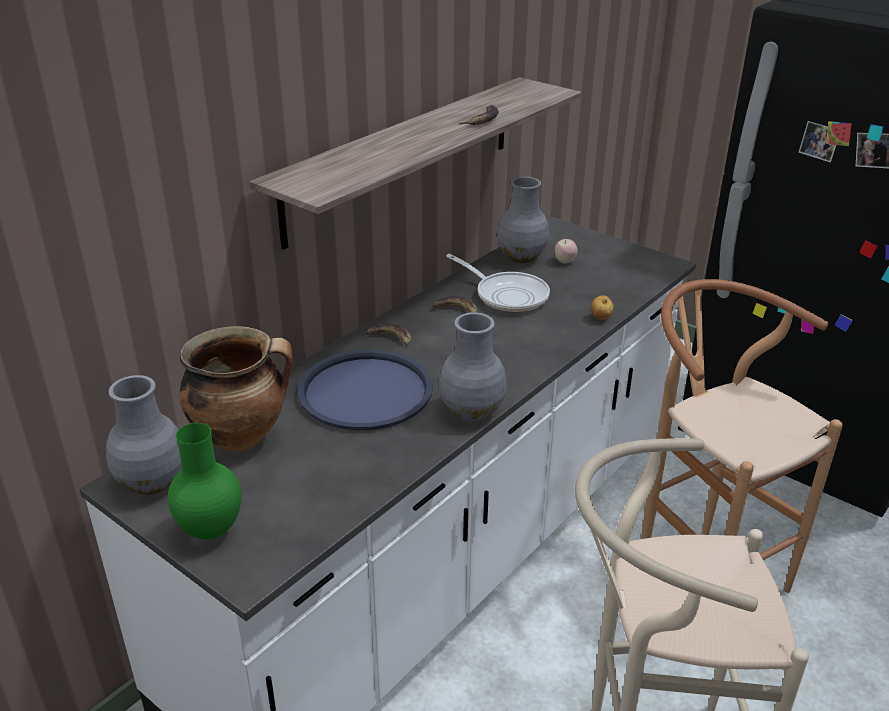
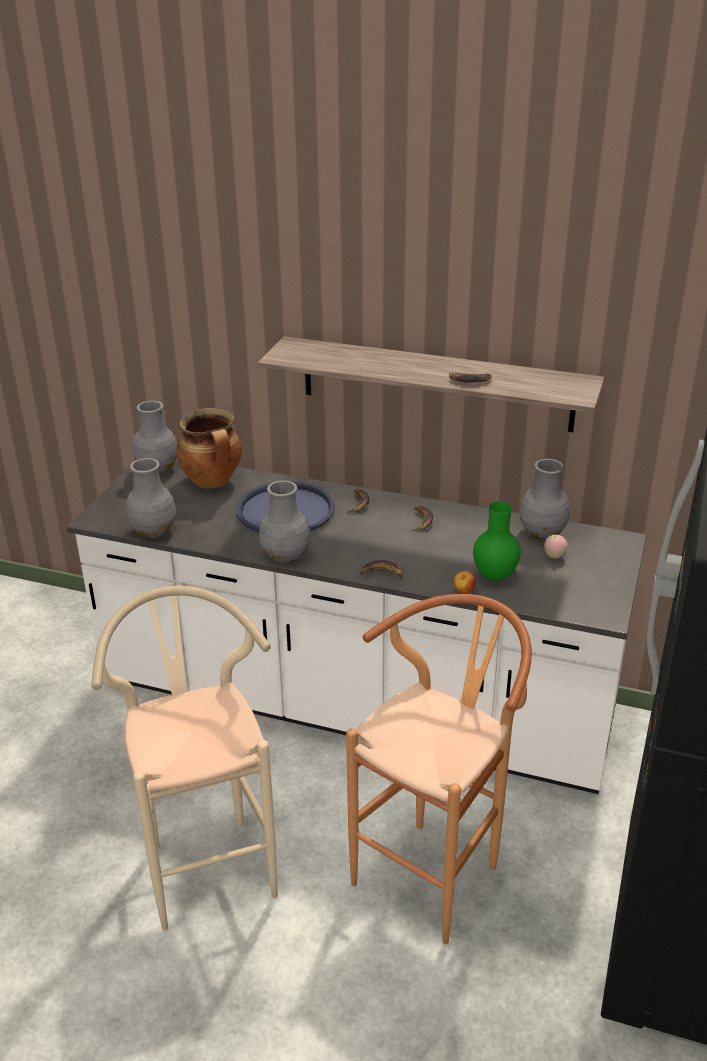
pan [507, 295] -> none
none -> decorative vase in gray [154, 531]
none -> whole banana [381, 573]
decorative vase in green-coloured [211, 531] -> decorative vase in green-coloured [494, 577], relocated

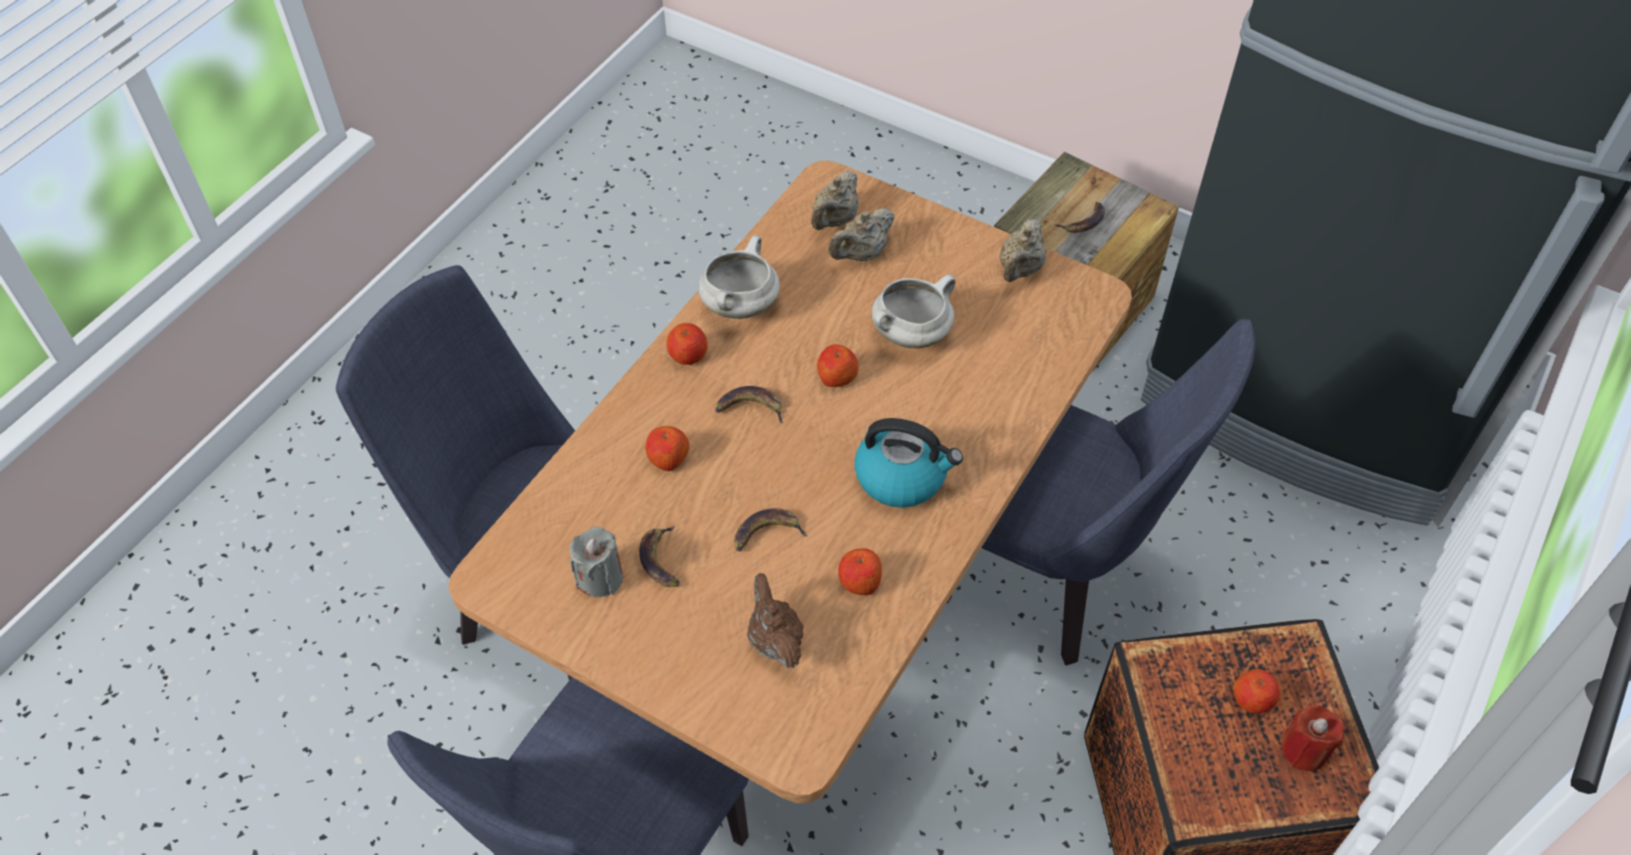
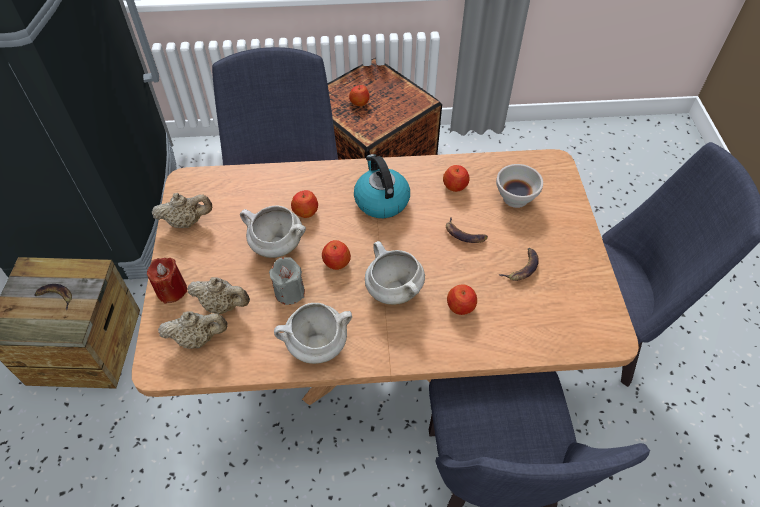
wax candle in gray [600, 577] -> wax candle in gray [289, 292], relocated
whole apple [688, 355] -> whole apple [305, 211], relocated
wax candle in reddish [1304, 750] -> wax candle in reddish [171, 290], relocated
whole banana [749, 408] -> cooking pot in whitish [393, 290]
teapot in brownish [774, 640] -> bowl in whitish [515, 199]

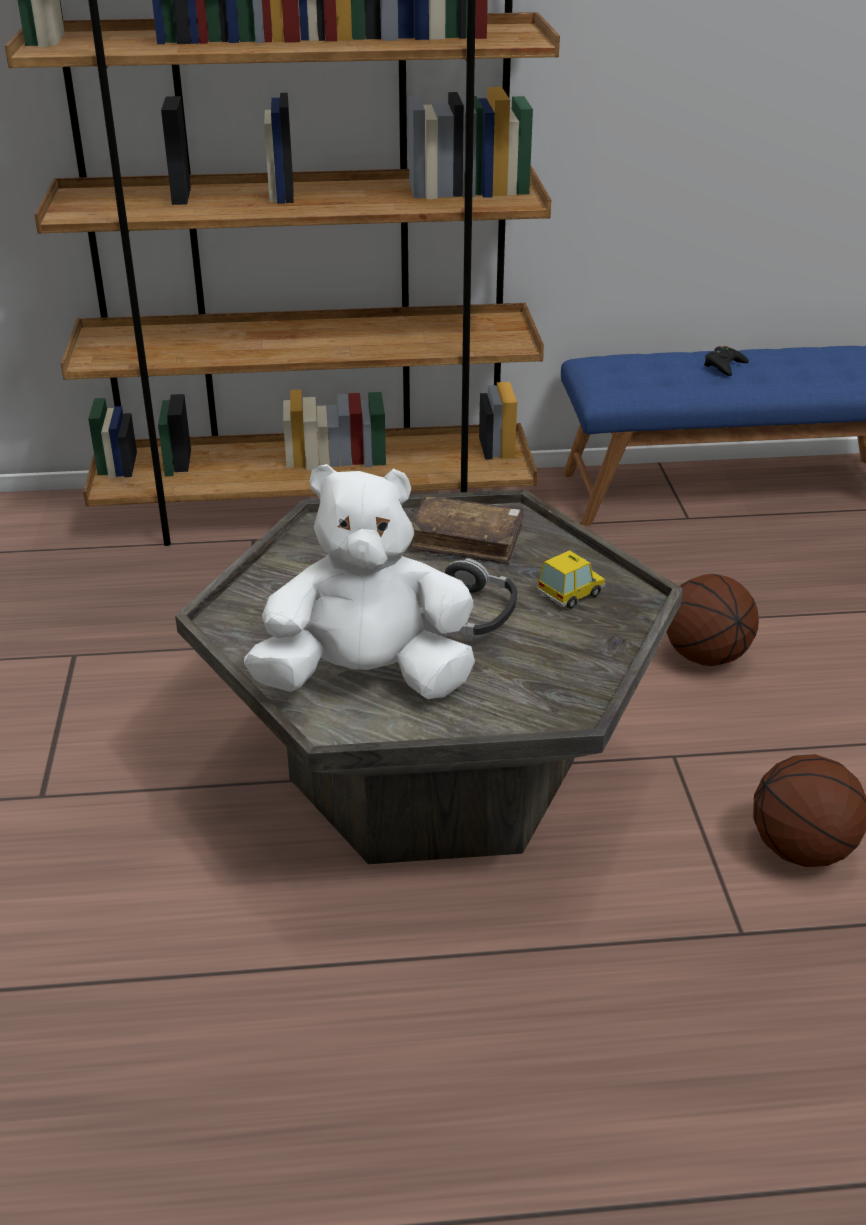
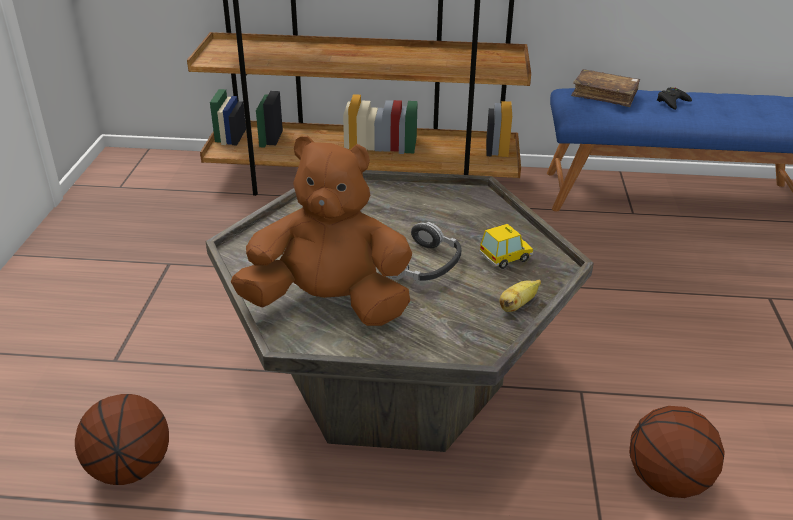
none -> whole banana [517, 305]
book in brownish [466, 541] -> book in brownish [604, 95], relocated
basketball ball [704, 656] -> basketball ball [130, 467], relocated
plush toy in whitish [366, 679] -> plush toy in brownish [329, 304]

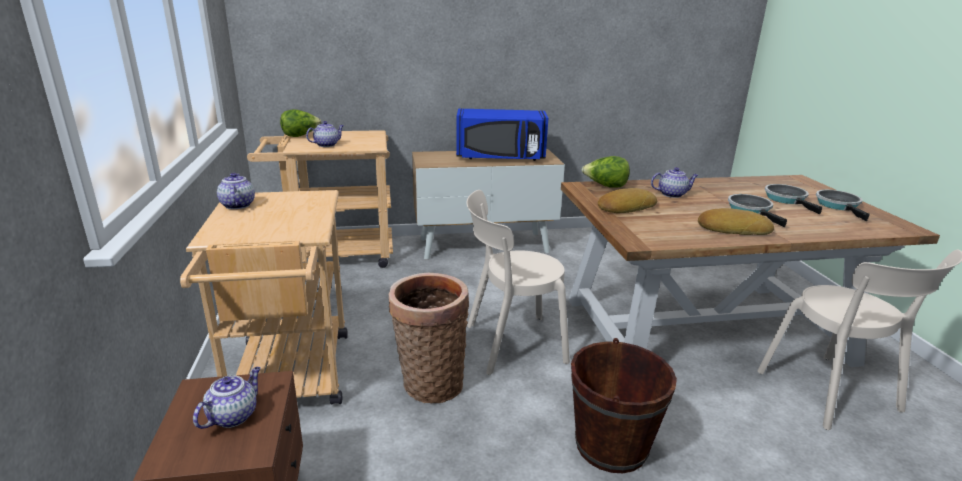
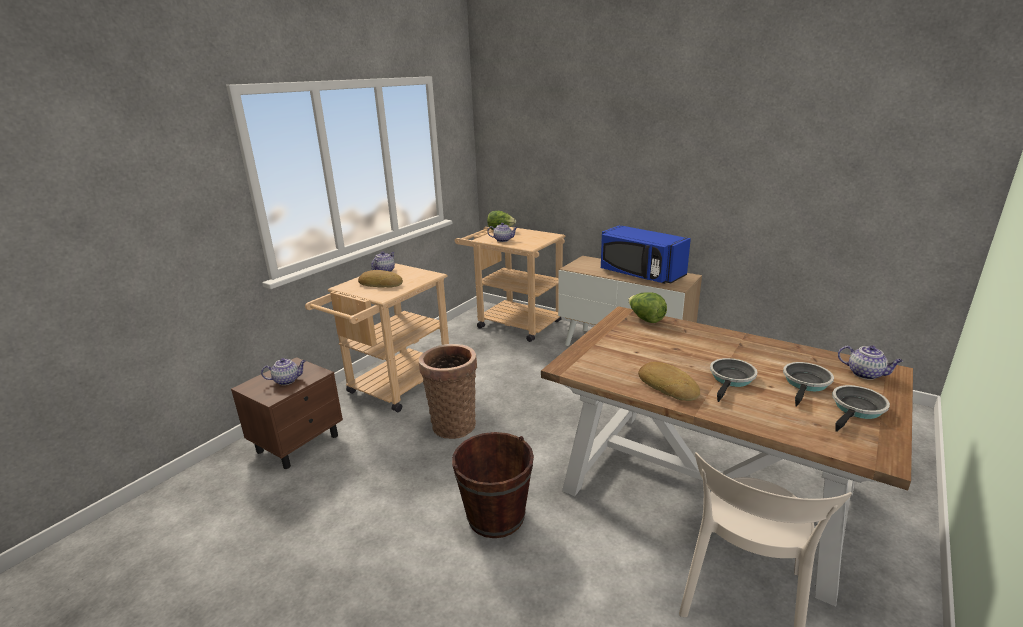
plain chair in beige [510, 344] -> none
baked bread [625, 207] -> baked bread [381, 283], relocated
teapot [672, 194] -> teapot [866, 374], relocated

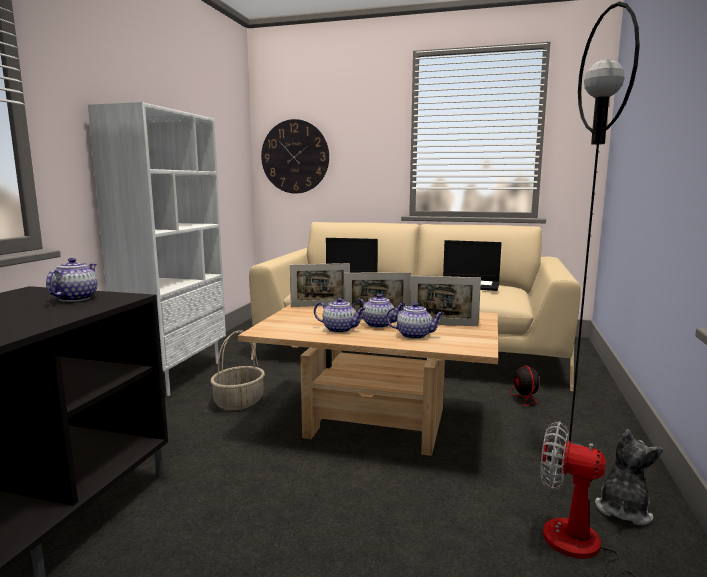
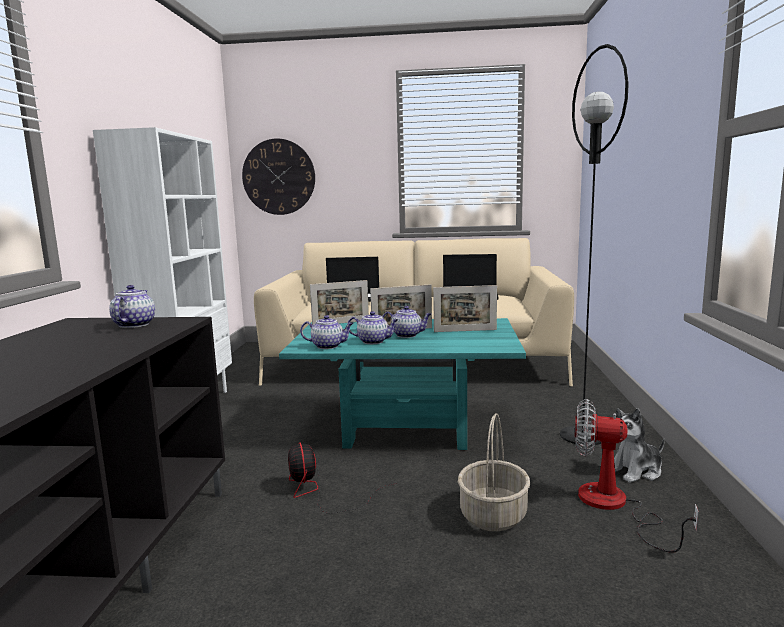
household basket [239, 402] -> household basket [493, 515], relocated
teapot [415, 335] -> teapot [328, 346], relocated
fan [541, 405] -> fan [321, 492], relocated
low table in beige [376, 422] -> low table in blue-green [407, 428]
plush toy [623, 509] -> plush toy [636, 471], 135 degrees counterclockwise

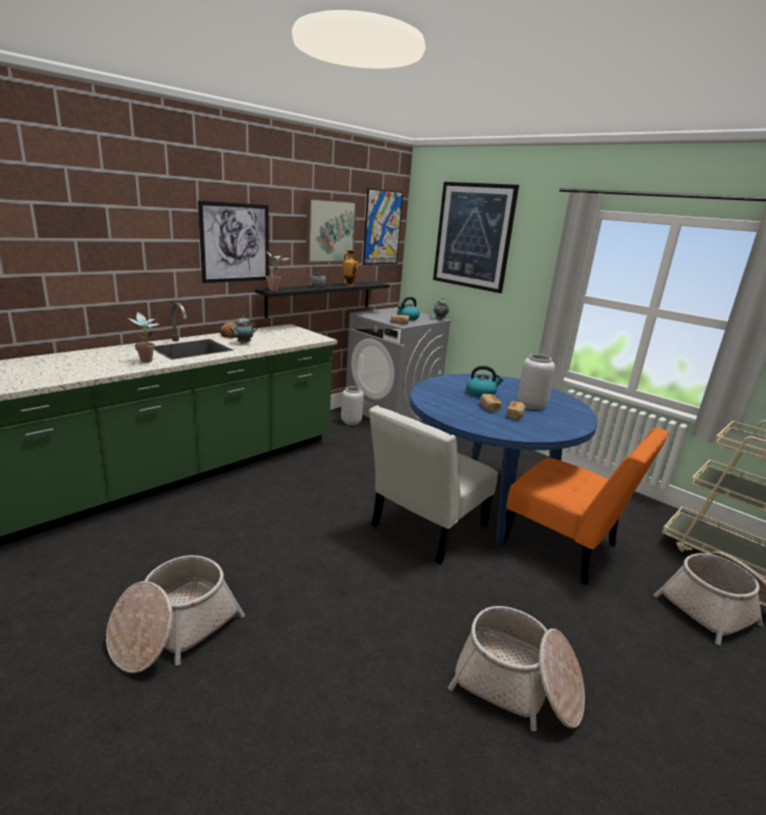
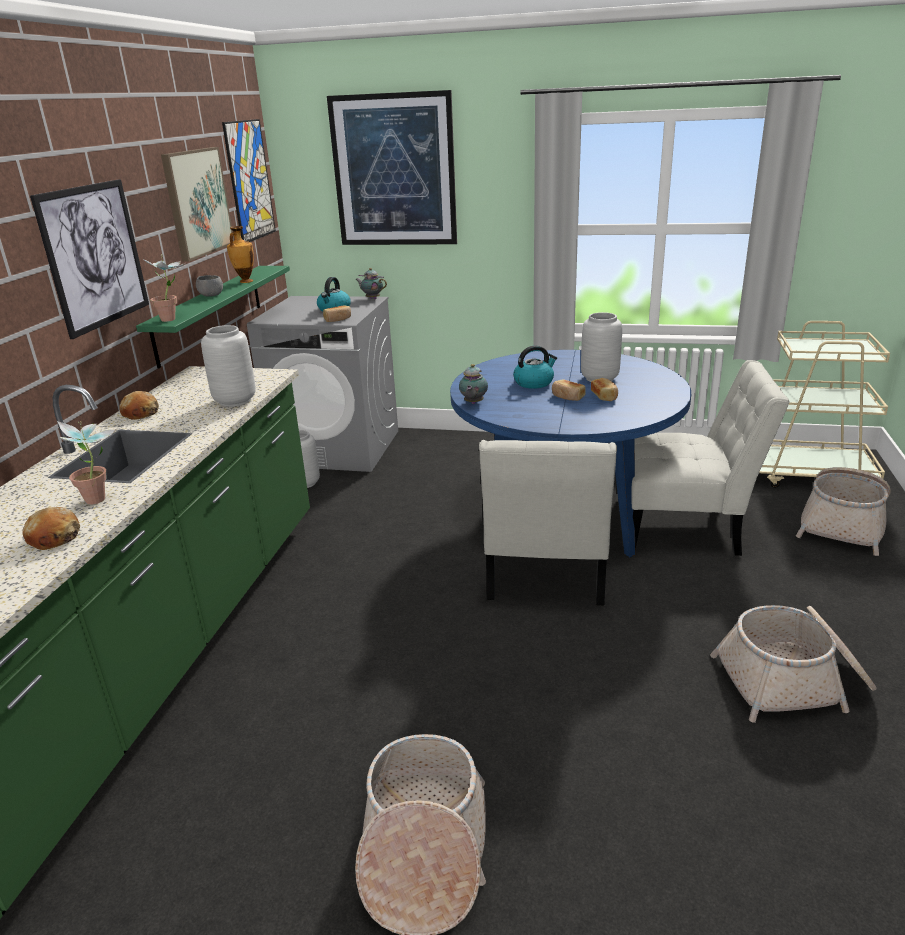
none -> baked bread [54, 537]
none -> decorative vase in gray [234, 401]
teapot [243, 343] -> teapot [473, 403], relocated
wall shelf in blackish [320, 298] -> wall shelf in green-coloured [210, 313]
plain chair in orange [565, 547] -> plain chair in whitish [685, 527]

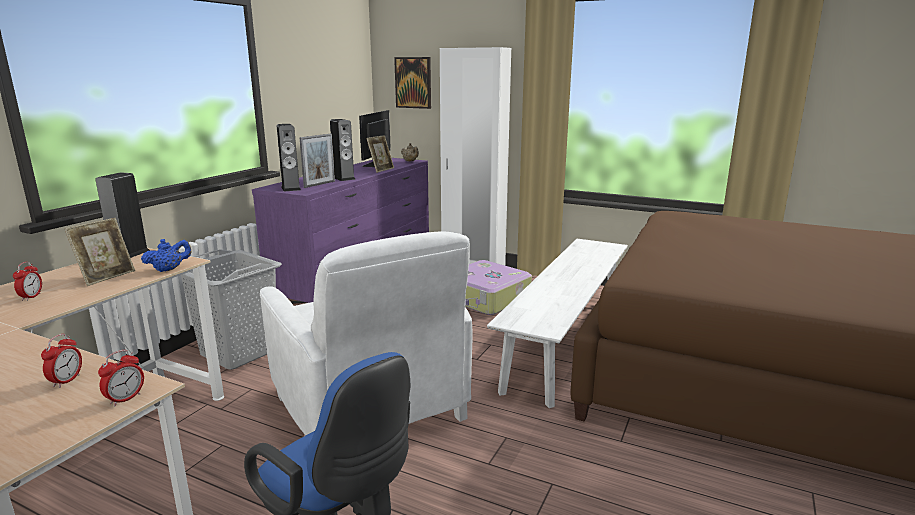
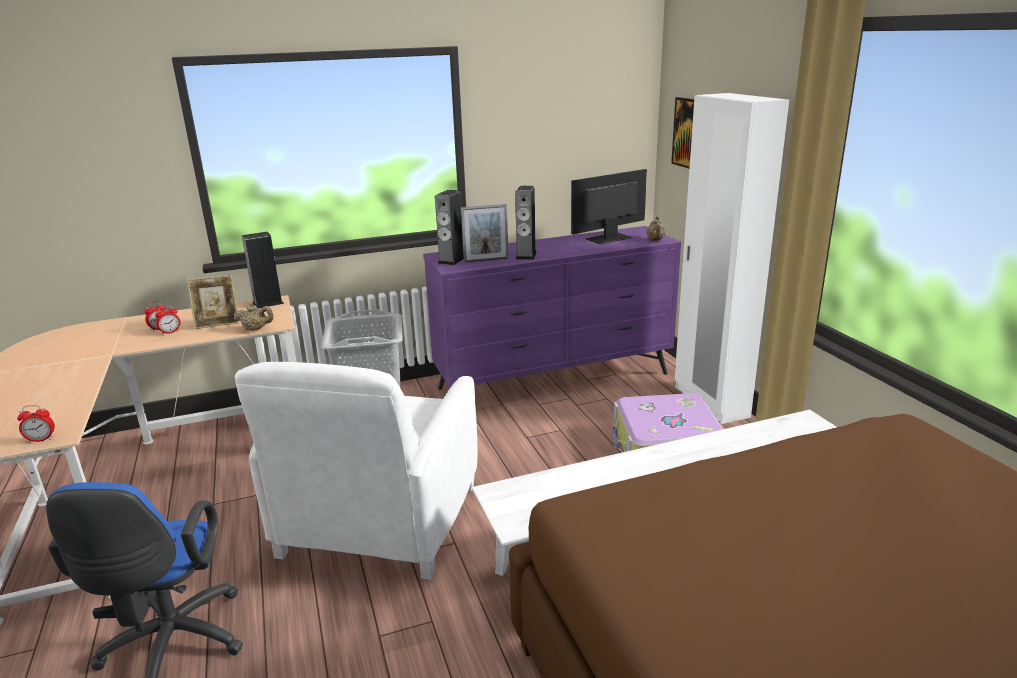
photo frame [381, 170] -> none
alarm clock [66, 381] -> alarm clock [170, 332], relocated
teapot in blue-coloured [169, 269] -> teapot in beige [256, 329]

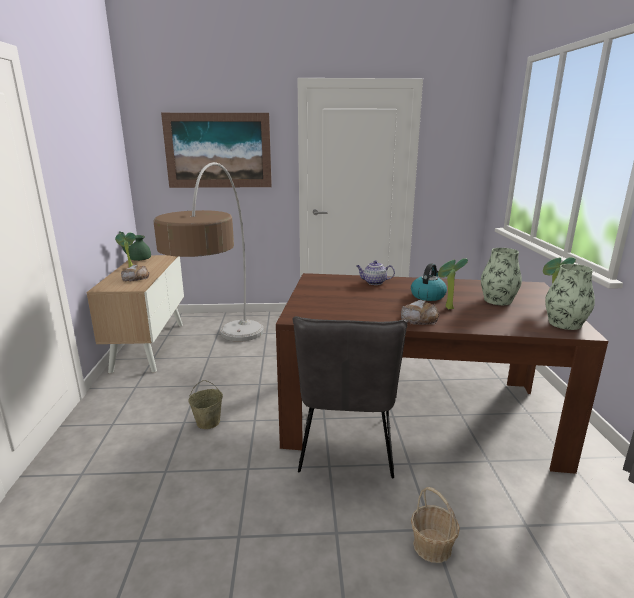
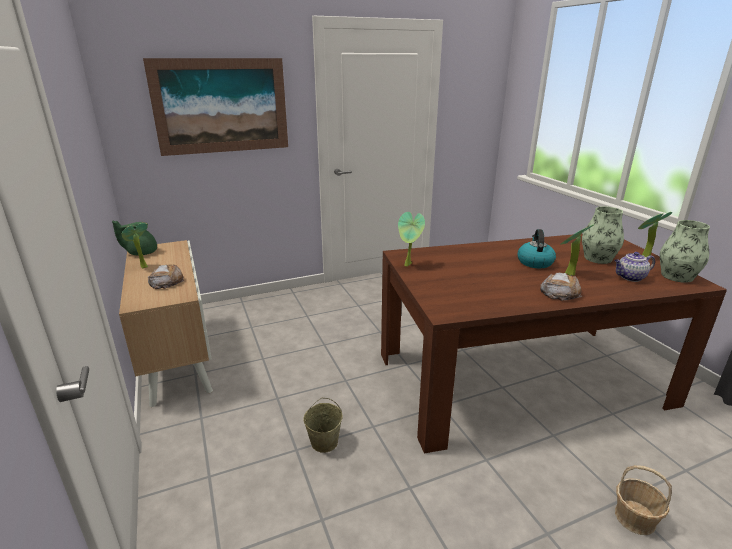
floor lamp [224, 360] -> none
plain chair in gray [346, 448] -> none
none -> potted plant [409, 265]
teapot [374, 282] -> teapot [630, 277], relocated

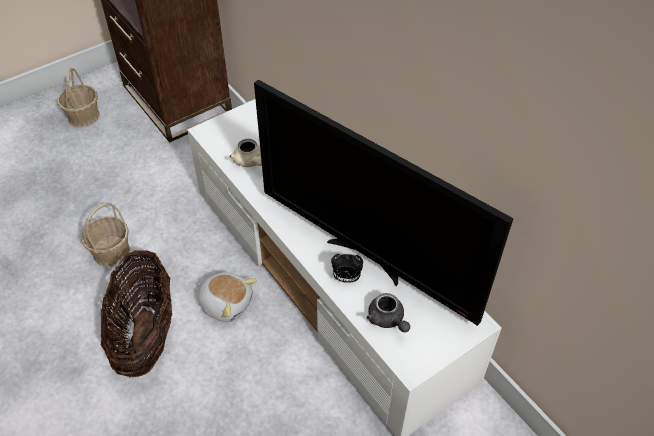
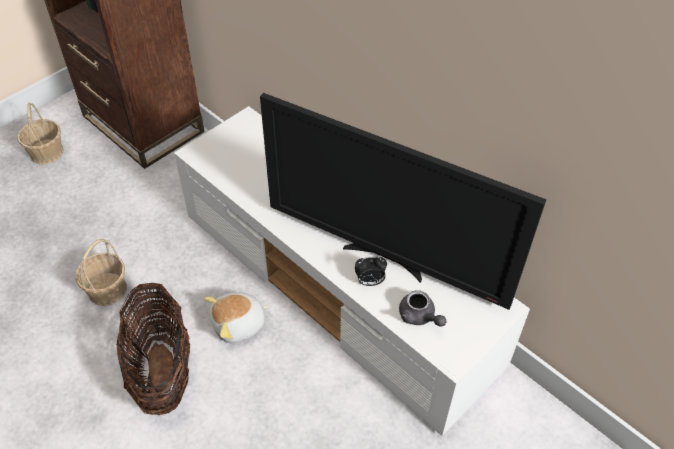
teapot in beige [250, 162] -> none
plush toy [226, 303] -> plush toy [239, 325], 135 degrees clockwise

